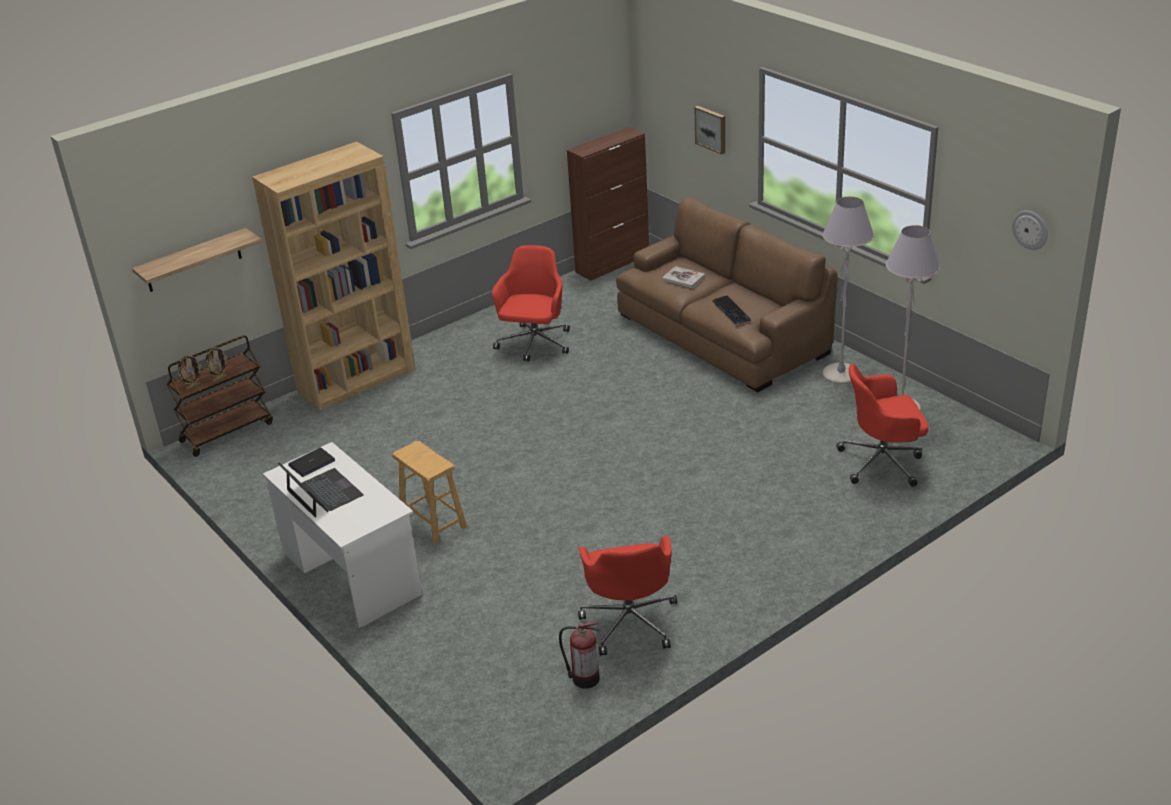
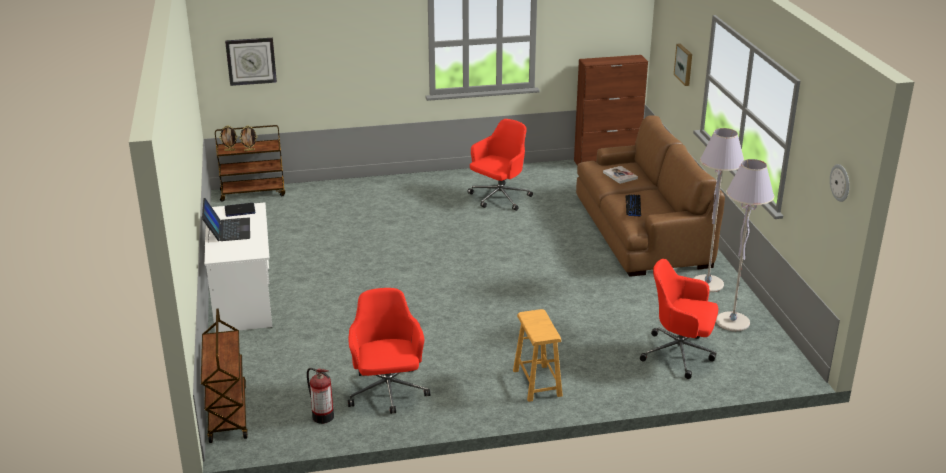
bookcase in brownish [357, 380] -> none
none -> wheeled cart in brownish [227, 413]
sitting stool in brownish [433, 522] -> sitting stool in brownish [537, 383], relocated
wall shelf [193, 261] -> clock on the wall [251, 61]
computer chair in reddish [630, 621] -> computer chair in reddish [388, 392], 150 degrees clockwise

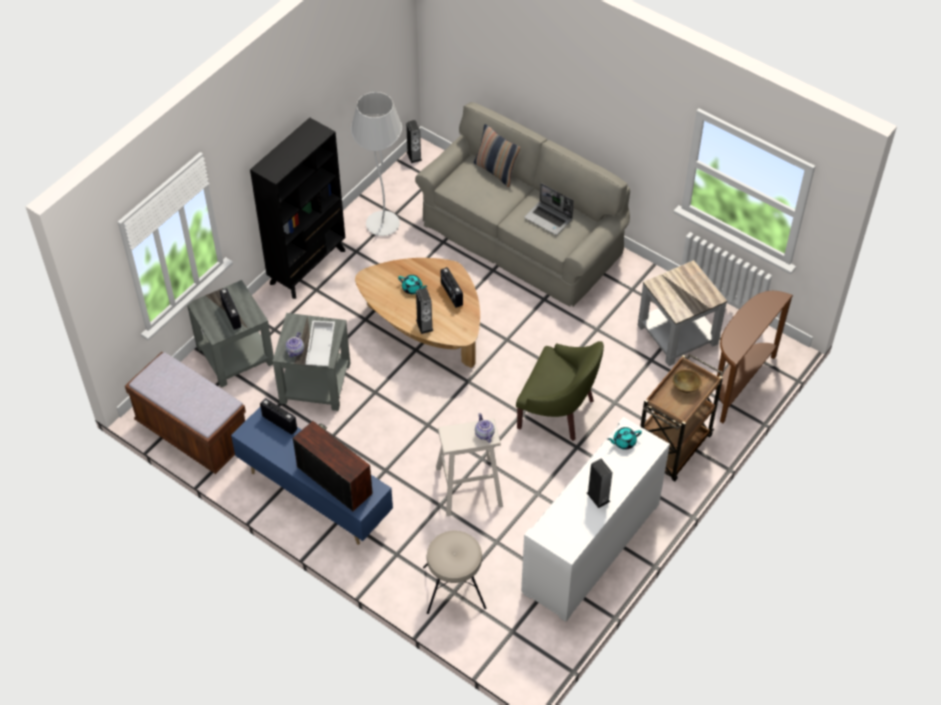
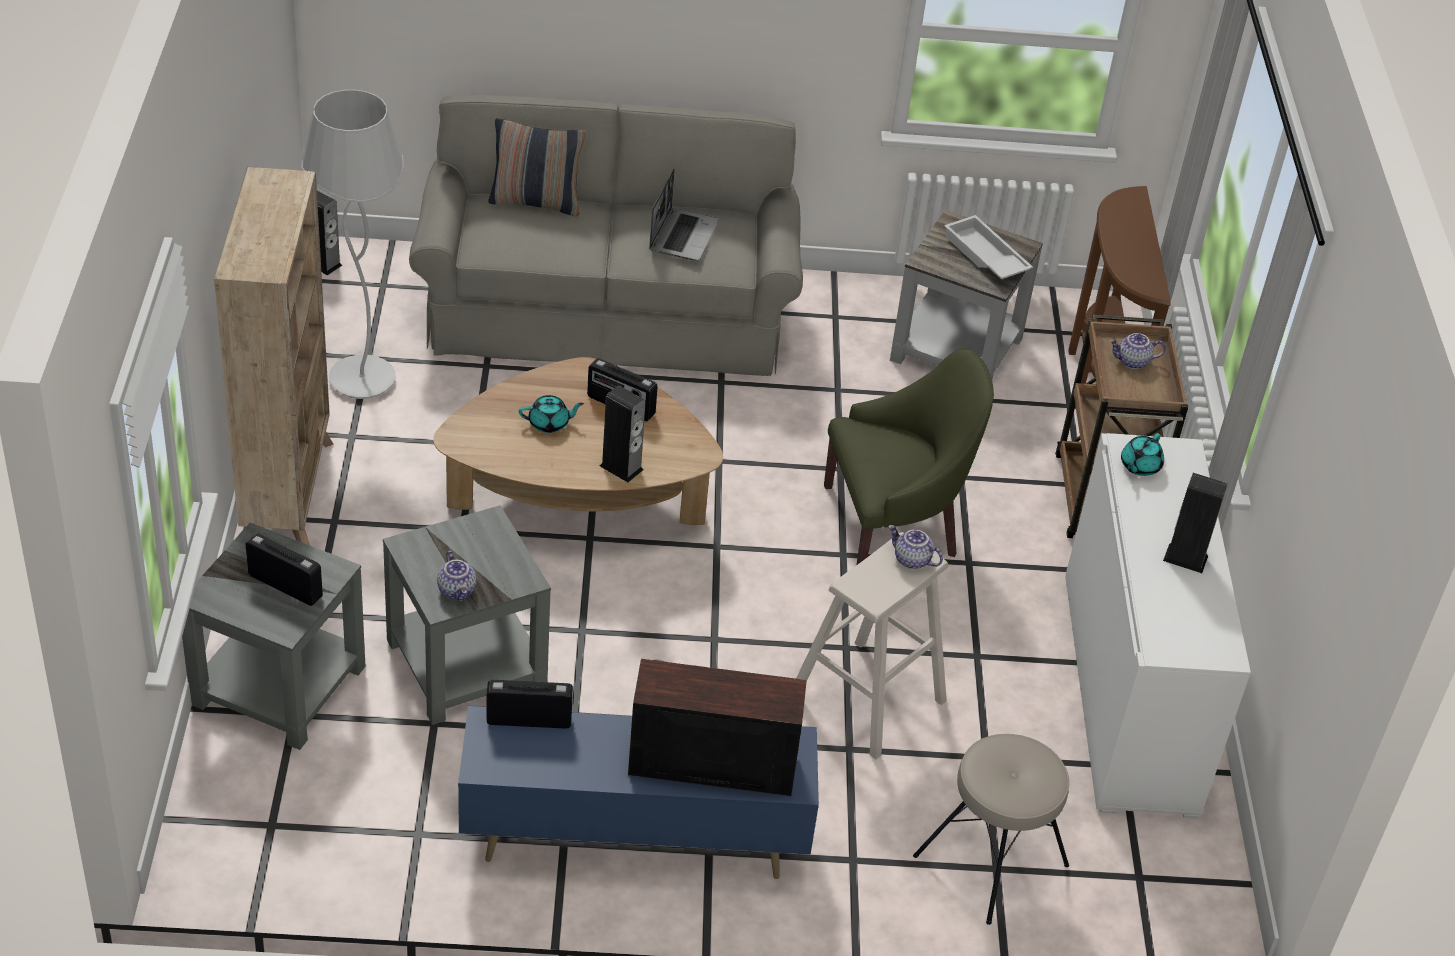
indoor bench in brownish [193, 433] -> none
tray in whitish [320, 347] -> tray in whitish [984, 256], relocated
bowl in brownish [686, 387] -> teapot [1132, 362]
bookcase in blackish [308, 266] -> bookcase in beige [288, 492]
notebook computer [549, 219] -> notebook computer [682, 235], 75 degrees counterclockwise

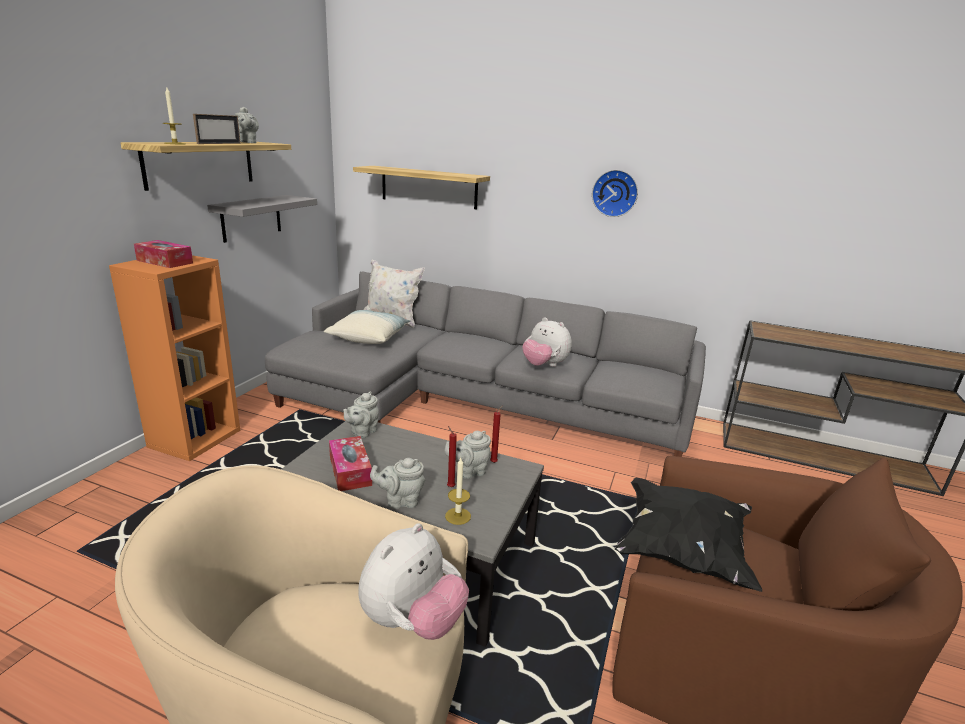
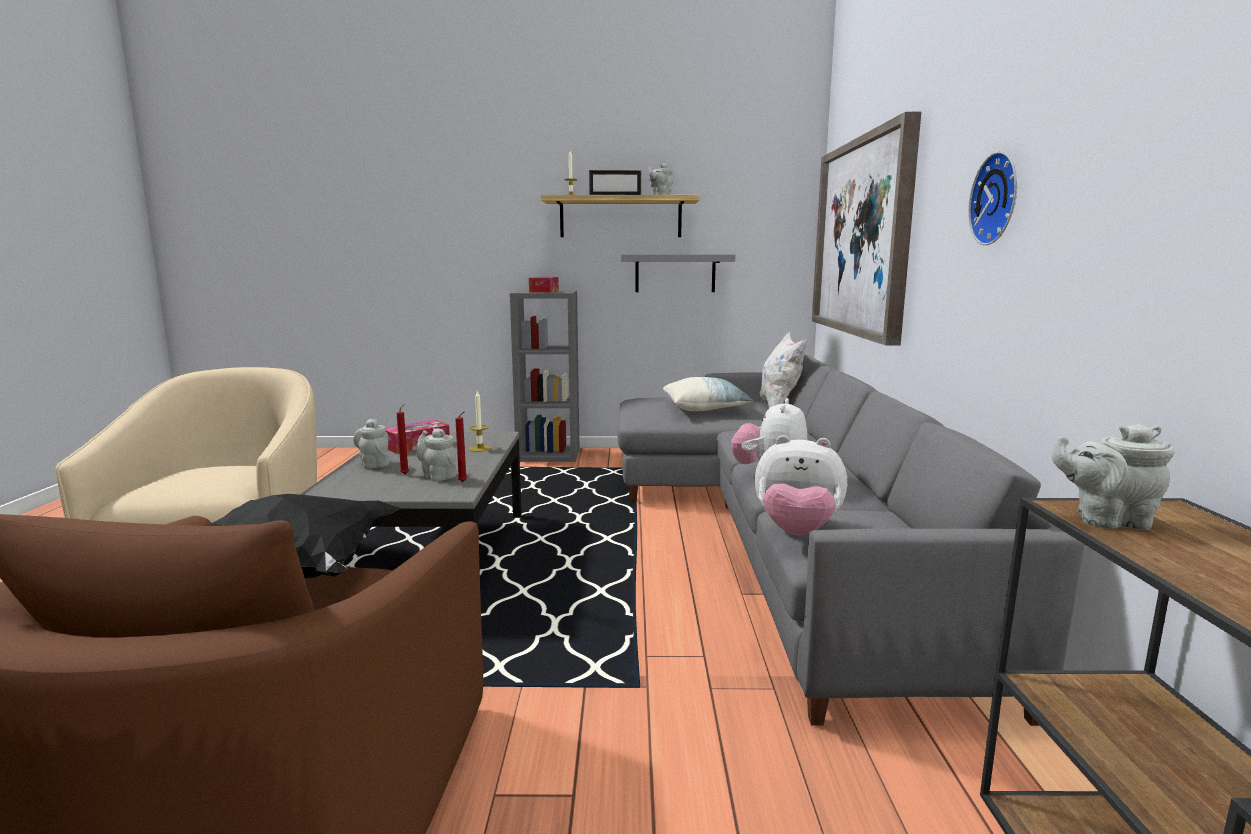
teapot in gray [362, 432] -> teapot in gray [1106, 520], relocated
plush toy [412, 621] -> plush toy [797, 532], relocated
wax candle [458, 516] -> wax candle [480, 448], relocated
wall shelf [429, 187] -> wall picture [861, 237]
bookcase in orange [195, 438] -> bookcase in gray [549, 454]

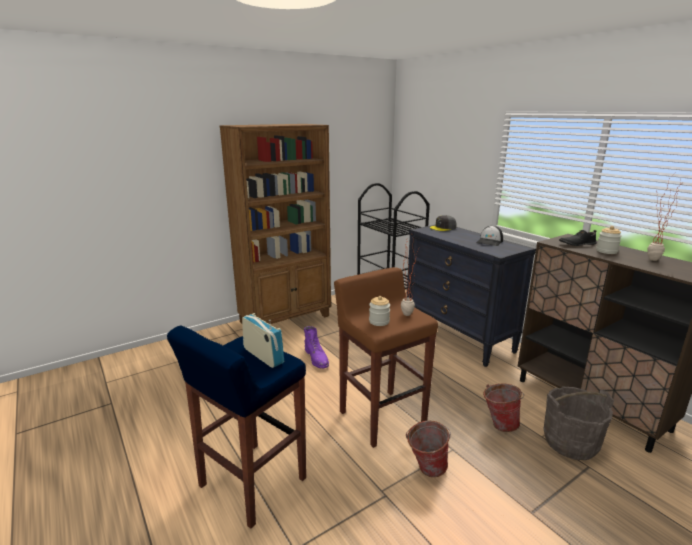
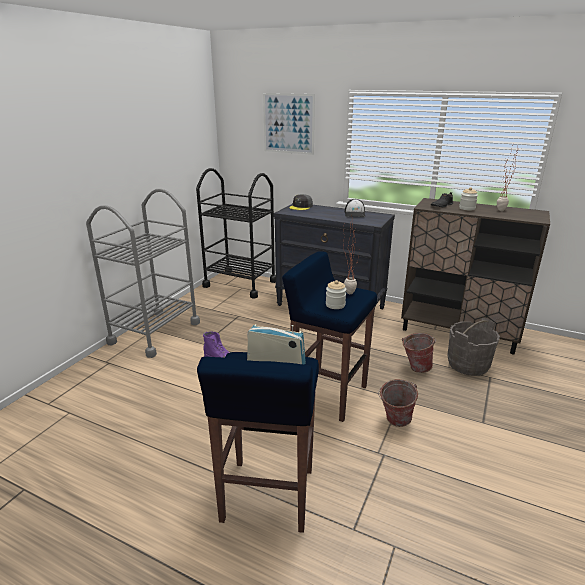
none -> wall picture [288, 123]
bookcase in brownish [286, 319] -> wheeled cart in gray [155, 333]
sitting stool in brownish [381, 416] -> sitting stool in blue-coloured [327, 394]

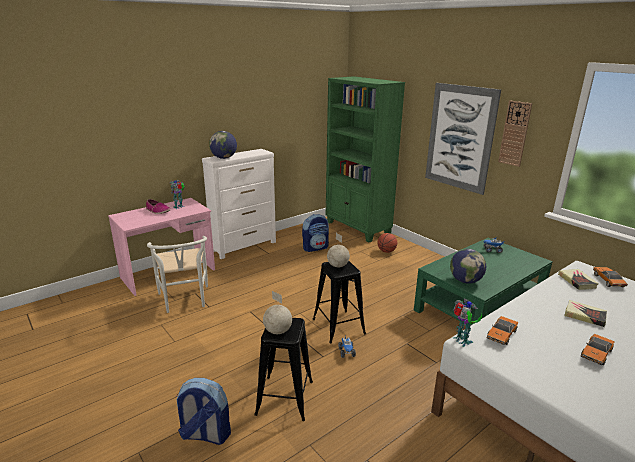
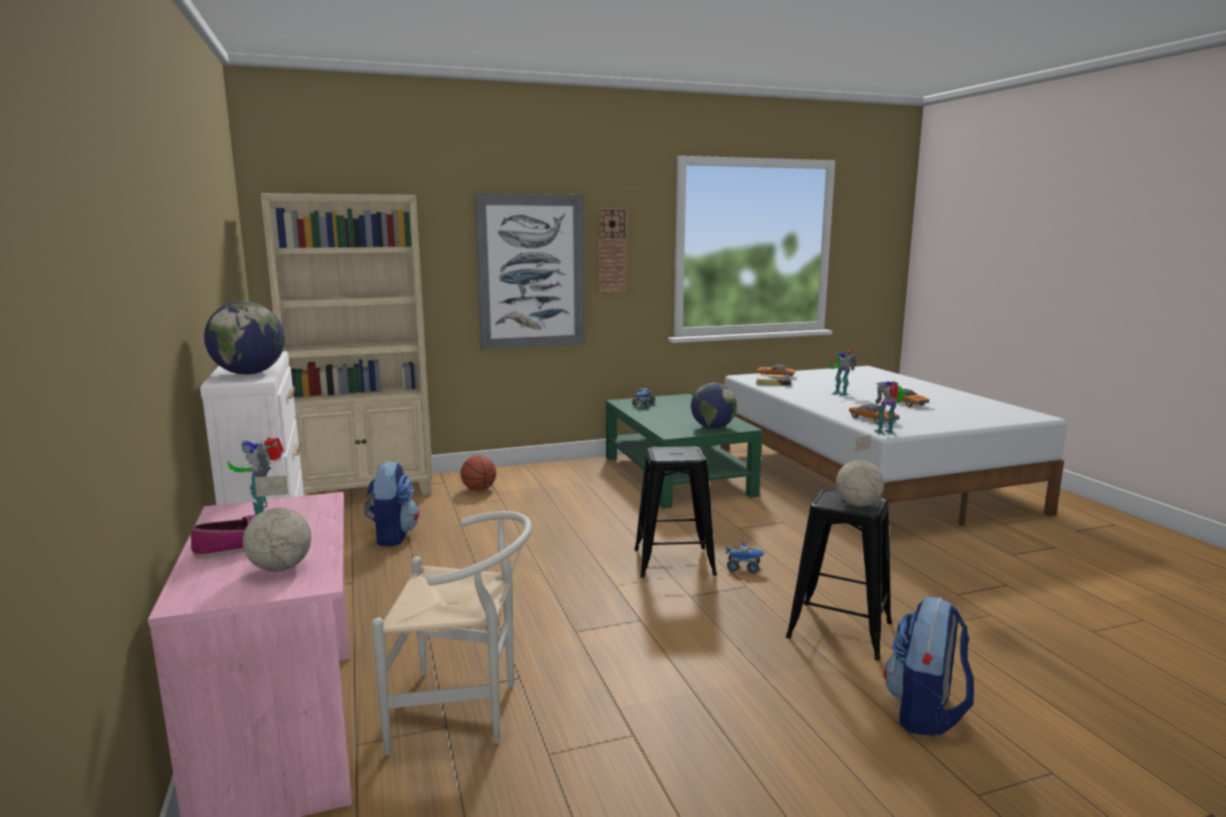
globe [338, 266] -> globe [280, 568], relocated
book [584, 316] -> model robot [840, 393]
bookcase in green-coloured [358, 228] -> bookcase in beige [366, 492]

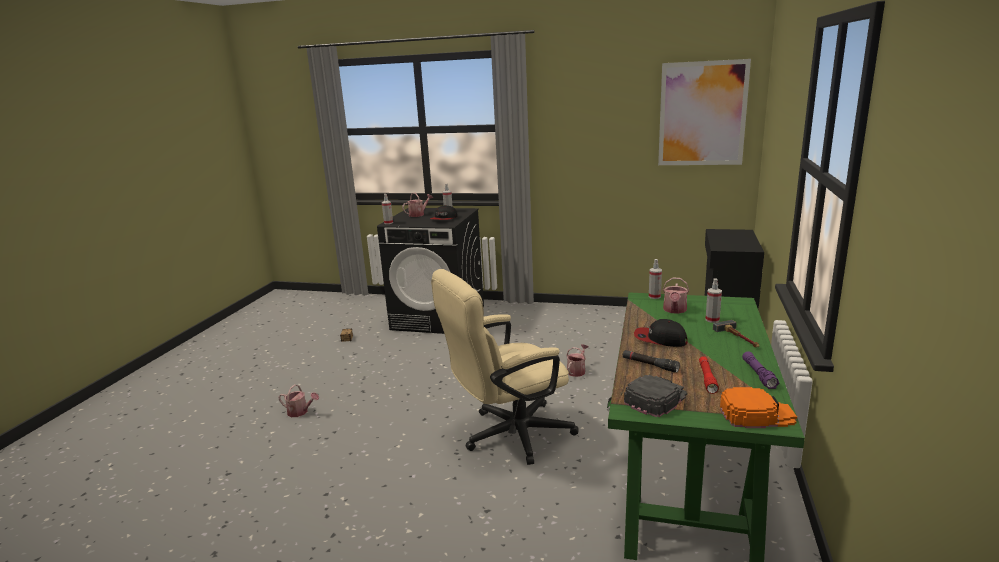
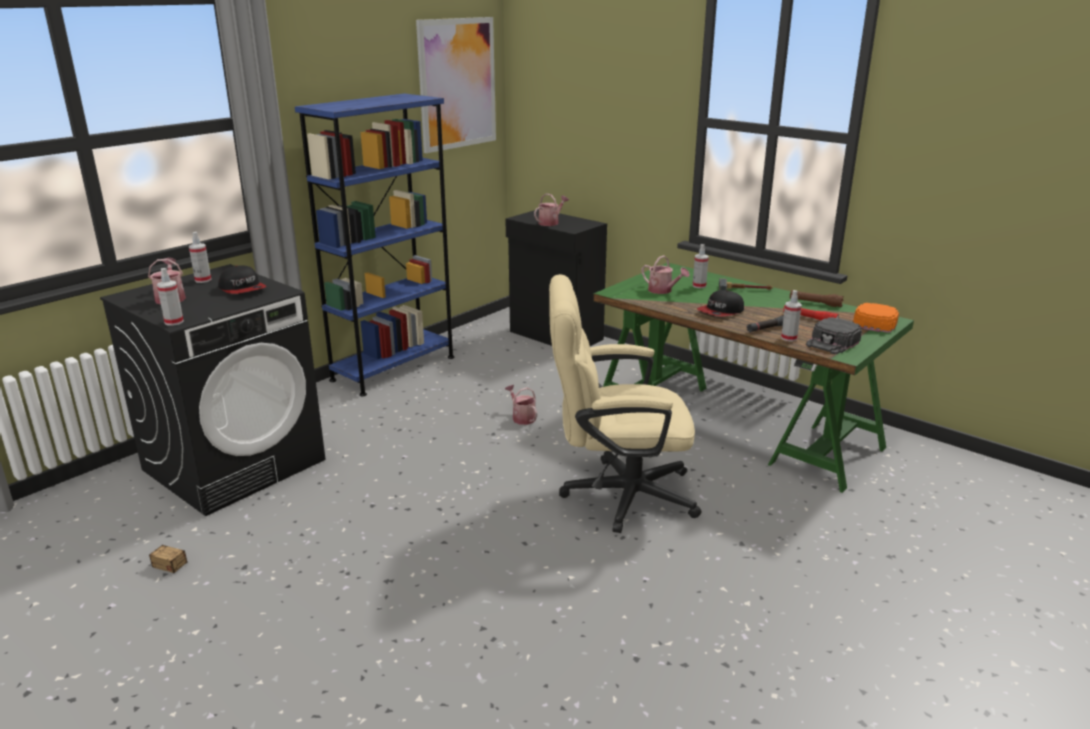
none -> bookcase in blue-coloured [393, 368]
watering pot [300, 412] -> watering pot [550, 222], relocated
hand sprayer [654, 296] -> hand sprayer [789, 338], relocated
torch in purple-coloured [758, 375] -> torch in brownish [815, 303]
computer chair in beige [508, 436] -> computer chair in beige [616, 495], 90 degrees clockwise
baseball cap in blackish [656, 398] -> baseball cap in blackish [832, 342], 120 degrees counterclockwise

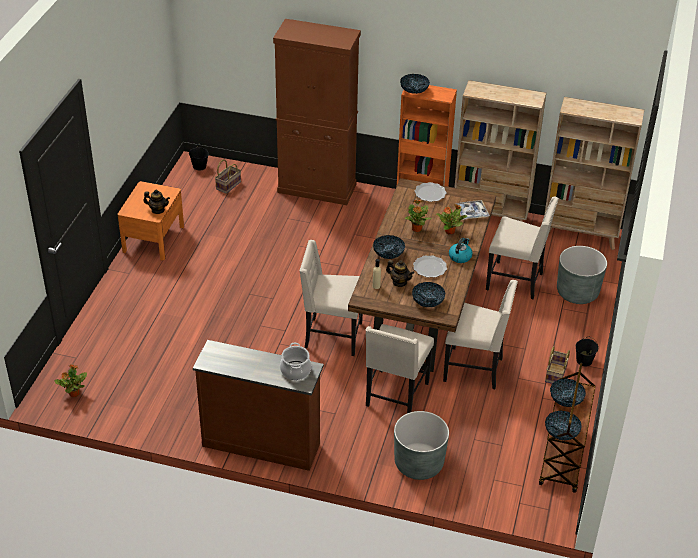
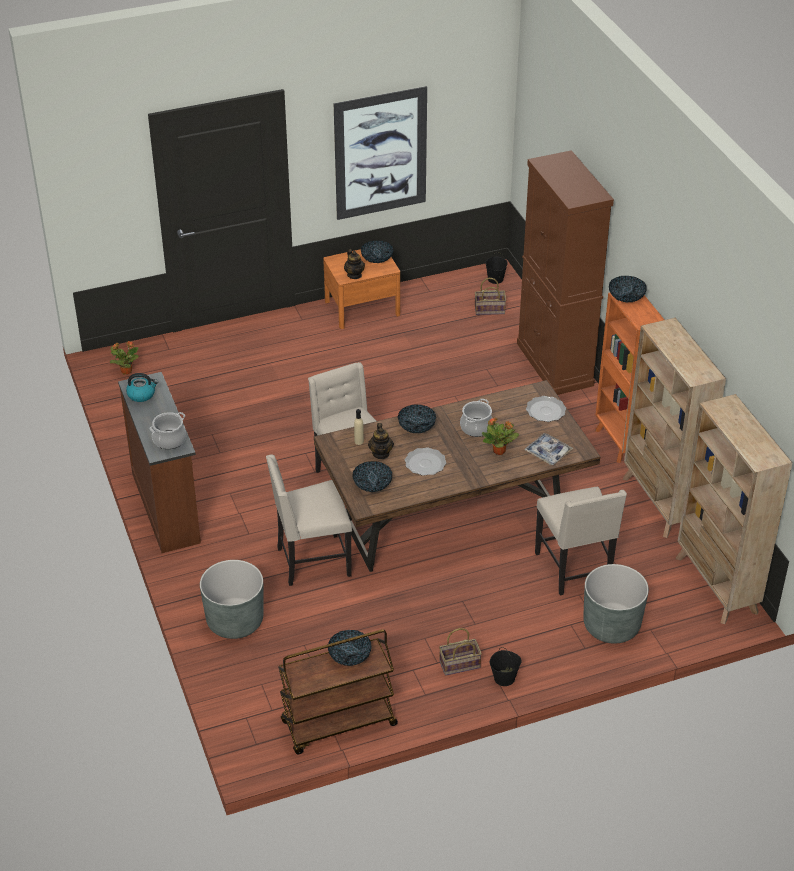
plain chair in beige [475, 369] -> none
none -> wall picture [380, 153]
tea kettle [460, 256] -> tea kettle [142, 394], relocated
bowl [561, 432] -> bowl [377, 259], relocated
potted plant [416, 229] -> cooking pot [476, 428]

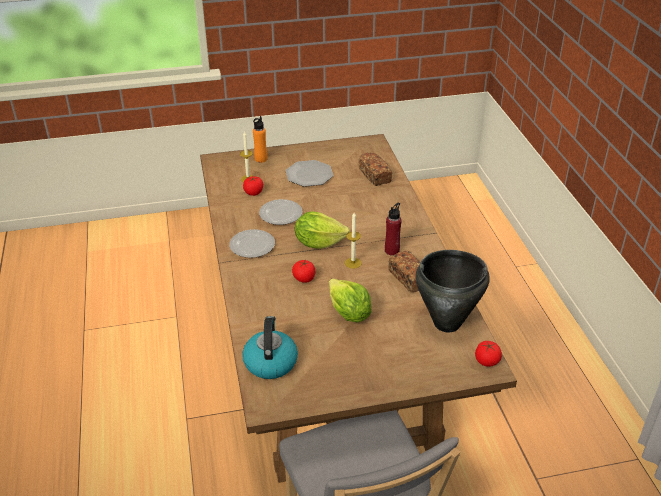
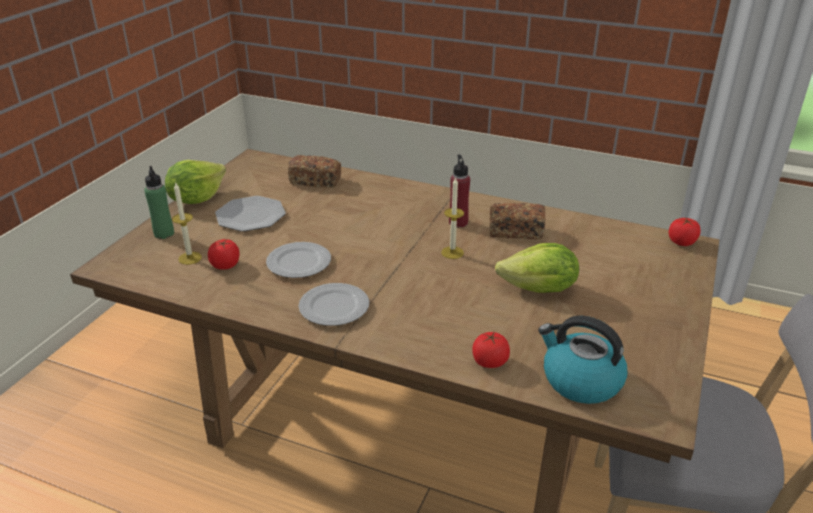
cooking pot in blackish [447, 323] -> none
tomato [304, 278] -> tomato [489, 362], relocated
lettuce head [319, 242] -> lettuce head [196, 199], relocated
beverage bottle in orange [261, 159] -> beverage bottle in green-coloured [164, 234]

